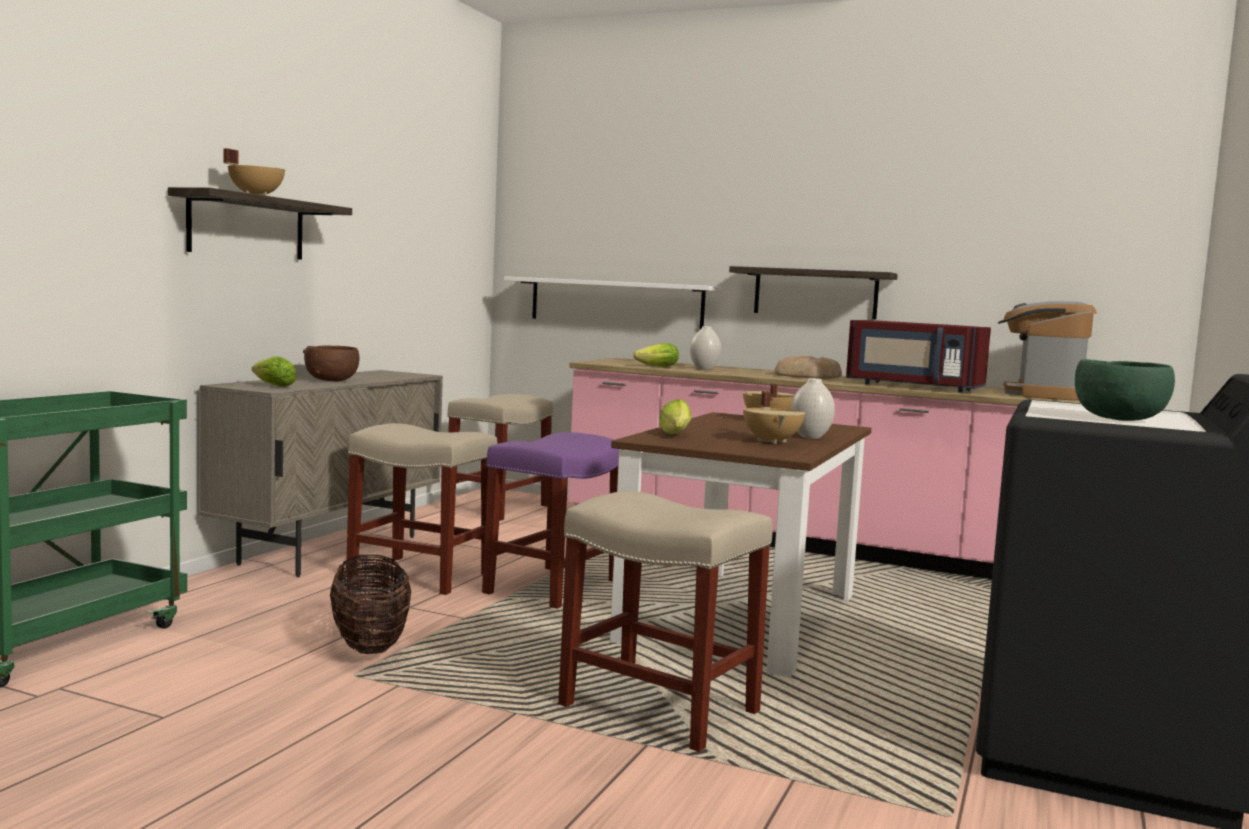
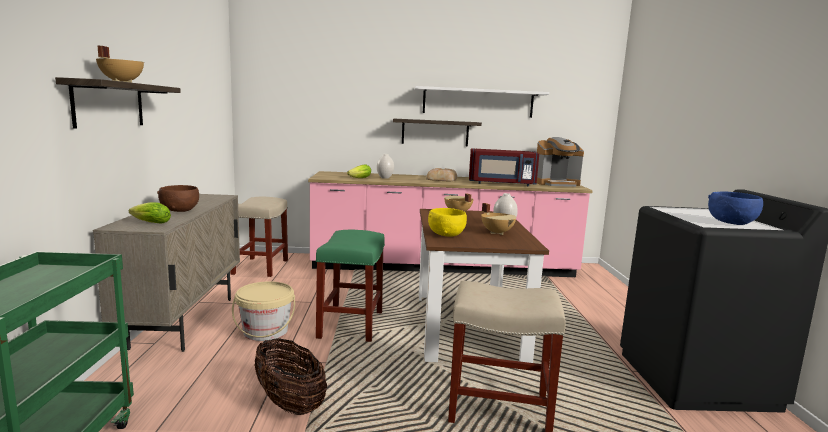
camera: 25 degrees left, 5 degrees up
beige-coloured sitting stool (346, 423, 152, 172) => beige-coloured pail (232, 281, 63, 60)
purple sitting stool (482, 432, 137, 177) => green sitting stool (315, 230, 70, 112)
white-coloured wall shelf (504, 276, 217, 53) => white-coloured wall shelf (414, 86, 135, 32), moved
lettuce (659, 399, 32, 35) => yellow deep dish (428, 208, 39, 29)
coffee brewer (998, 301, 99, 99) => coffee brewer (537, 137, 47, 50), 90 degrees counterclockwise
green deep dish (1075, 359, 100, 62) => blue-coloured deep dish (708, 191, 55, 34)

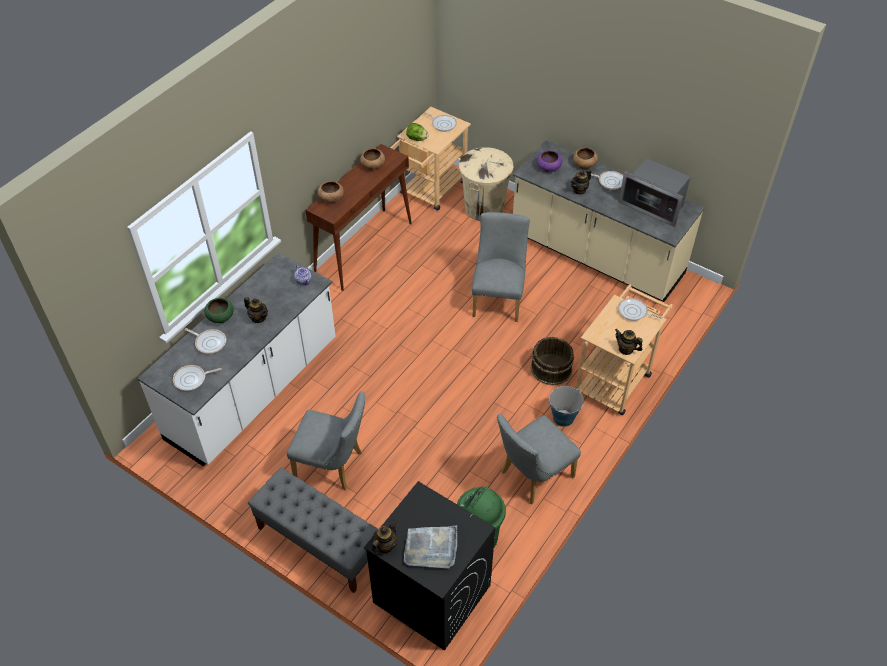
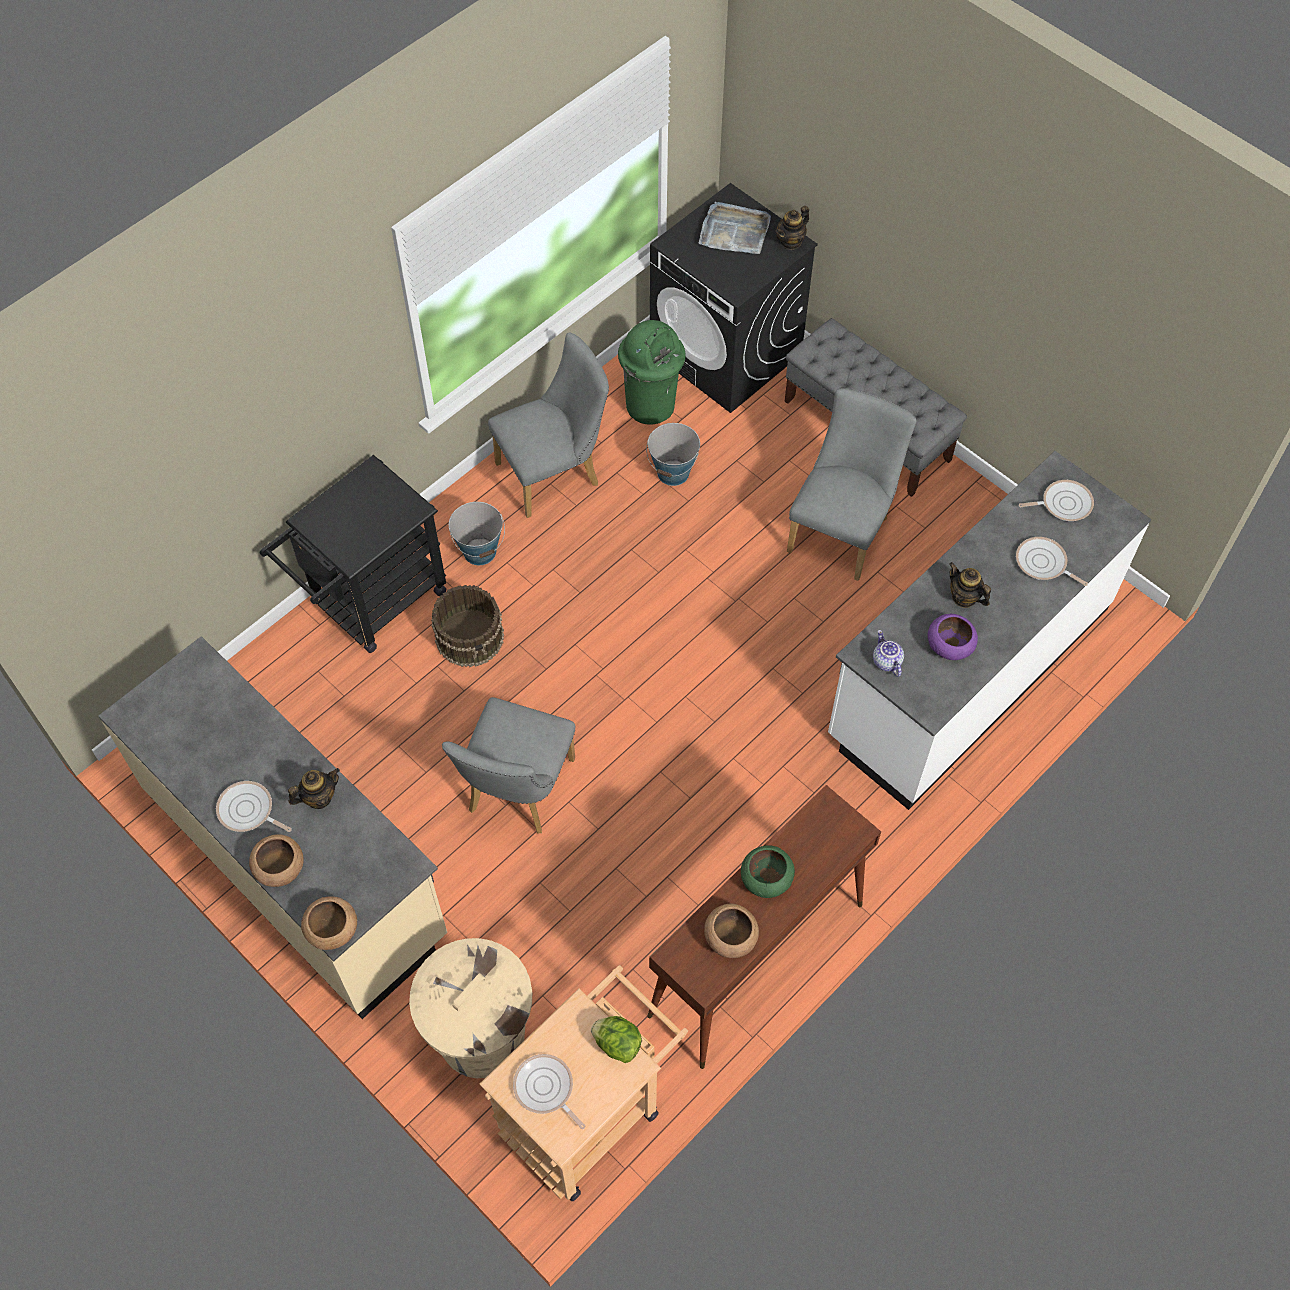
camera: 170 degrees left, 10 degrees up
beige-coloured wheeled cart (575, 284, 98, 131) => black wheeled cart (260, 455, 186, 198)
brown deep dish (318, 181, 26, 22) => brown deep dish (301, 897, 56, 53), moved
nothing => pail (646, 423, 54, 63)
green deep dish (204, 298, 30, 25) => green deep dish (741, 845, 54, 53), moved
gray upright chair (287, 391, 78, 99) => gray upright chair (787, 388, 129, 193), 90 degrees clockwise
purple deep dish (537, 151, 25, 21) => purple deep dish (928, 614, 50, 46), moved
teapot (615, 329, 28, 26) => nothing
skillet (618, 298, 45, 23) => nothing
kitchen microwave (619, 158, 72, 69) => nothing

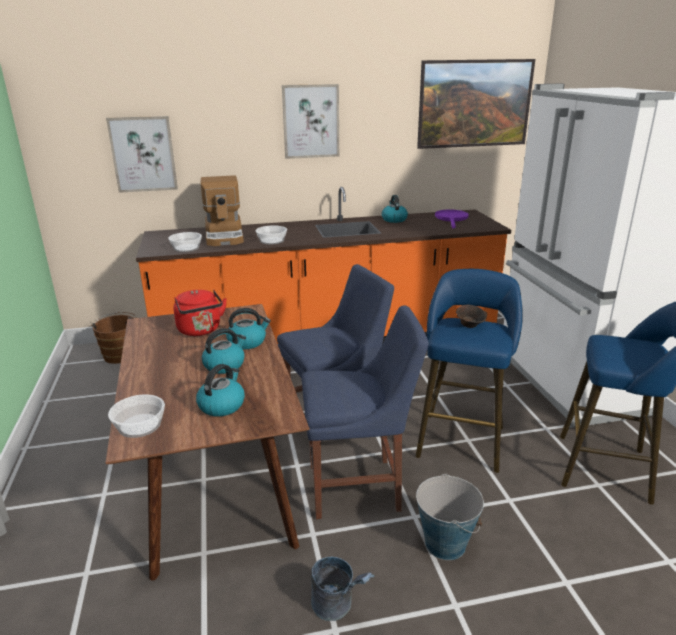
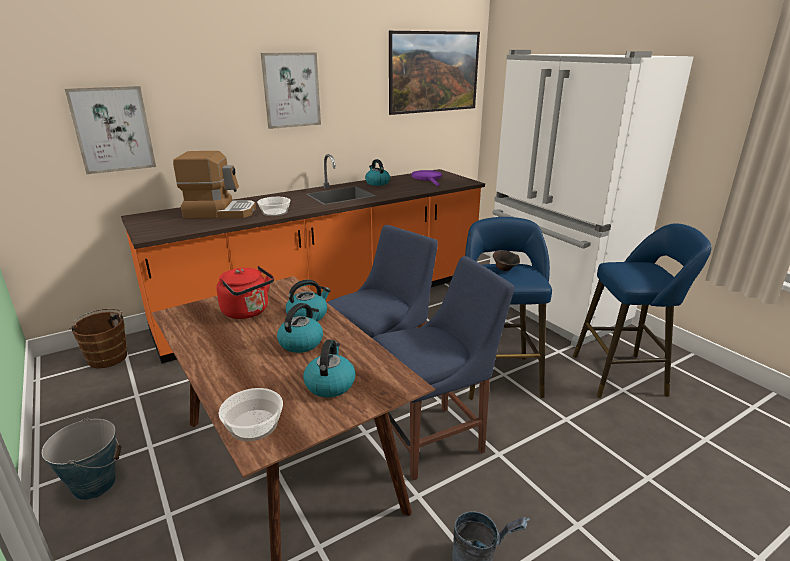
camera: 20 degrees left, 0 degrees up
pail (416, 474, 68, 86) => pail (42, 418, 79, 82), moved
coffee brewer (201, 175, 43, 71) => coffee brewer (173, 151, 83, 68), 60 degrees counterclockwise
deep dish (168, 232, 34, 20) => nothing

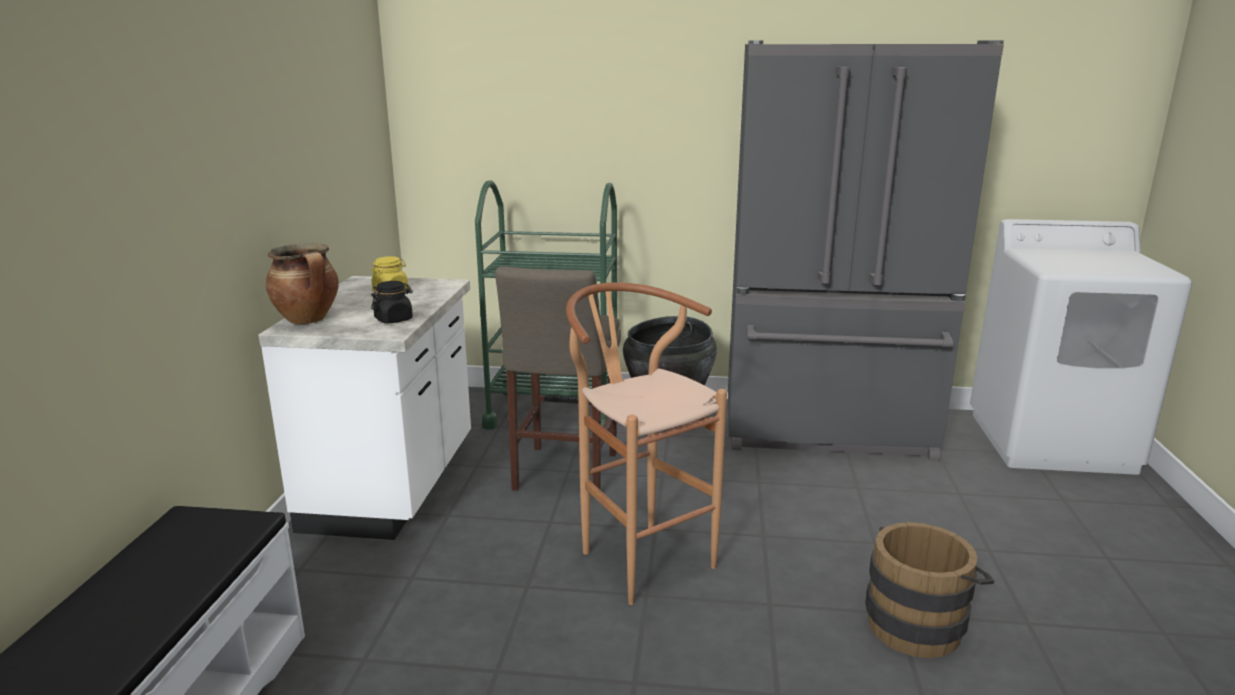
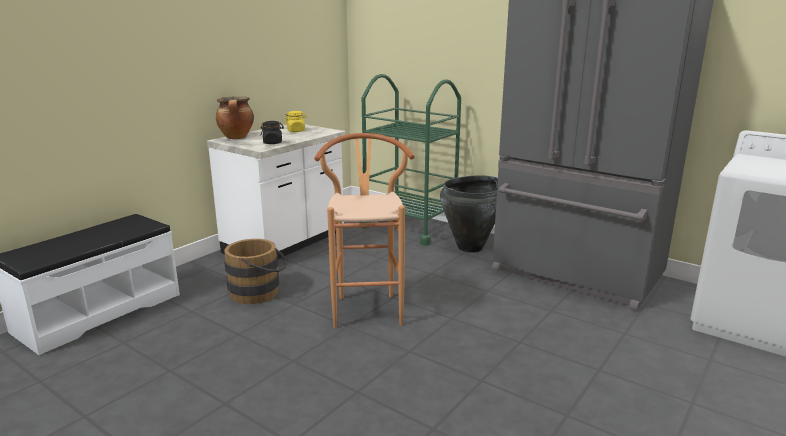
camera: 30 degrees right, 0 degrees up
brown pail (865, 522, 129, 136) => brown pail (224, 239, 63, 65), moved
beige-coloured sitting stool (495, 266, 126, 232) => nothing

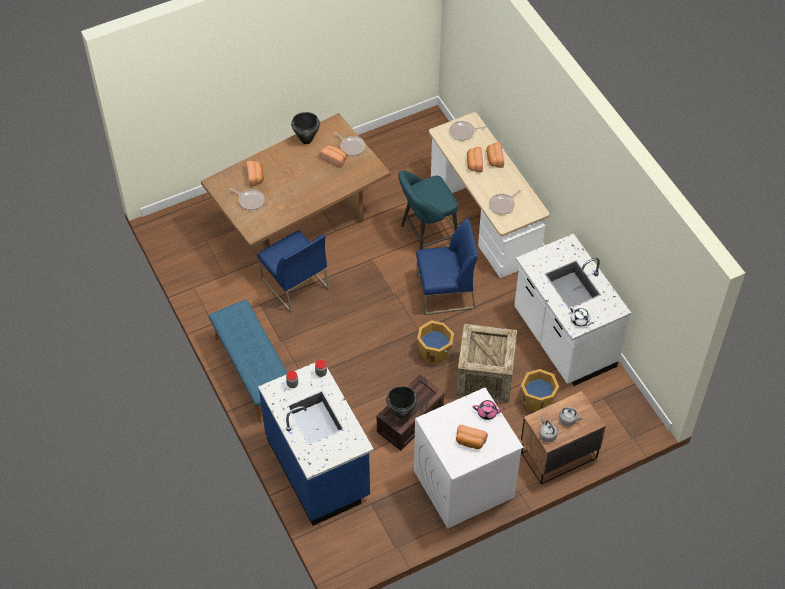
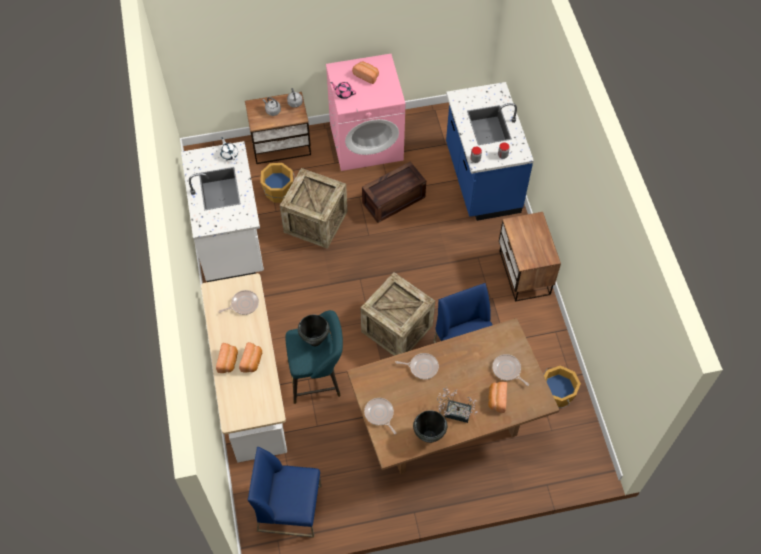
camera: 165 degrees left, 5 degrees up
blue-coloured upright chair (416, 218, 62, 97) => blue-coloured upright chair (248, 447, 73, 91), moved
black cooking pot (386, 386, 31, 33) => black cooking pot (298, 315, 32, 31), moved
white-coloured laundry machine (414, 388, 109, 141) => pink-coloured laundry machine (326, 54, 79, 117)
nothing => shipping crate (361, 272, 74, 84)
skillet (450, 121, 37, 19) => skillet (396, 353, 43, 26), moved
nothing => houseplant (437, 387, 41, 36)
blue-coloured bench (208, 300, 79, 123) => night table (499, 212, 62, 89)
orangey pail (417, 320, 37, 44) => orangey pail (543, 365, 38, 43), moved
bakery bread (319, 145, 28, 23) => nothing

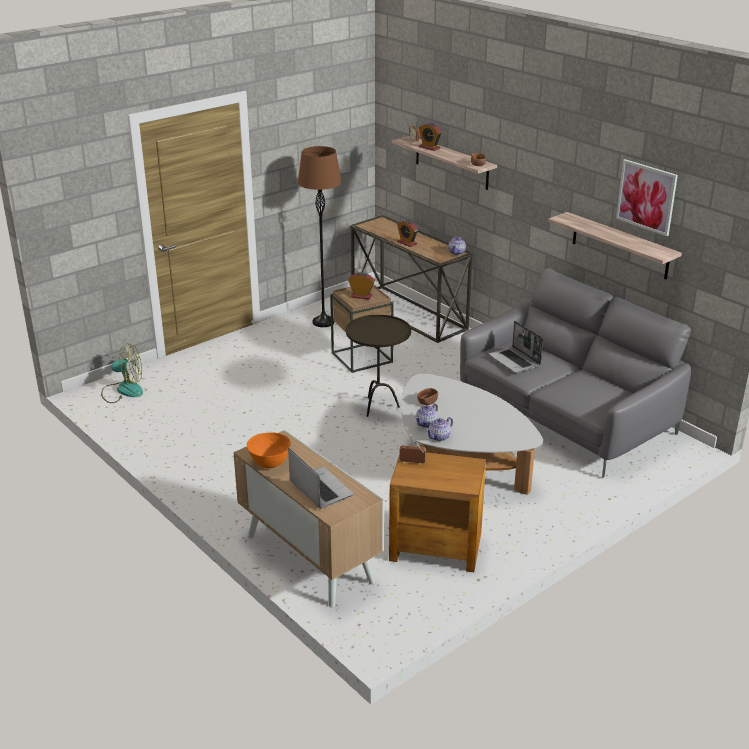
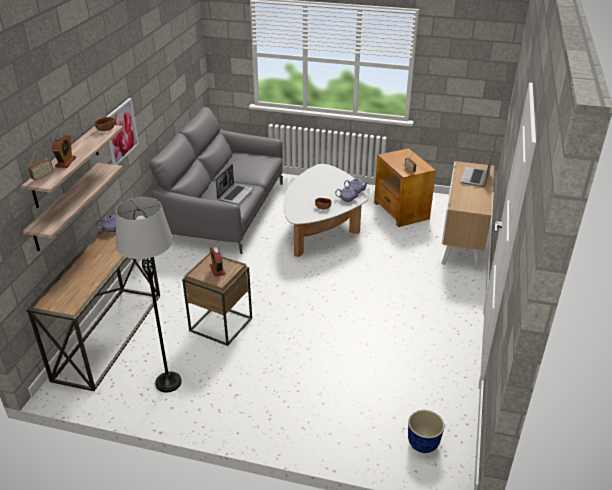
camera: 125 degrees left, 5 degrees up
wall shelf (548, 212, 134, 67) => wall shelf (23, 163, 100, 88), moved
wall picture (616, 159, 62, 77) => wall picture (106, 98, 33, 67), moved
brown standing lamp (298, 146, 44, 181) => gray standing lamp (116, 197, 66, 196)
cooling fan (101, 343, 42, 60) => planter (408, 410, 36, 43)
orangey deep dish (247, 432, 44, 36) => nothing
brown accent table (346, 315, 65, 102) => nothing
alarm clock (397, 220, 21, 27) => nothing

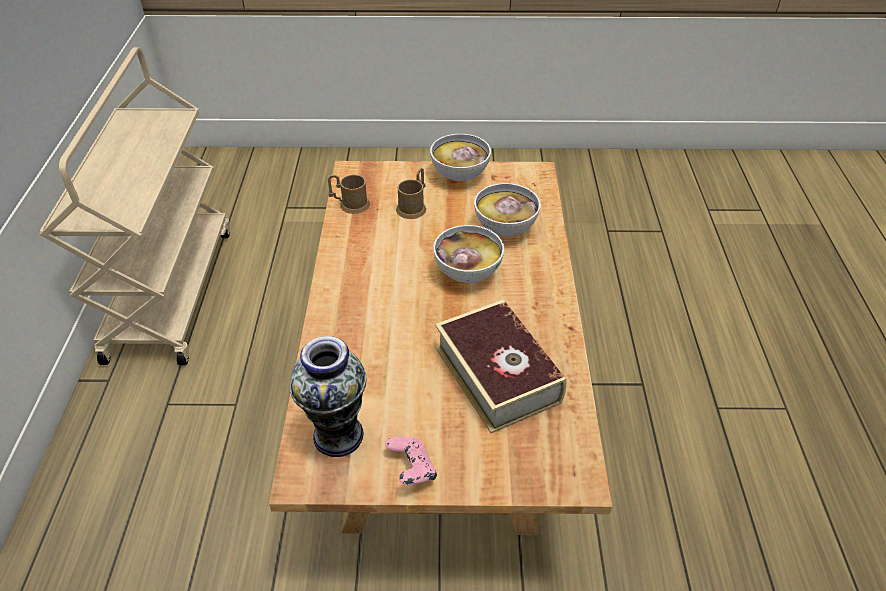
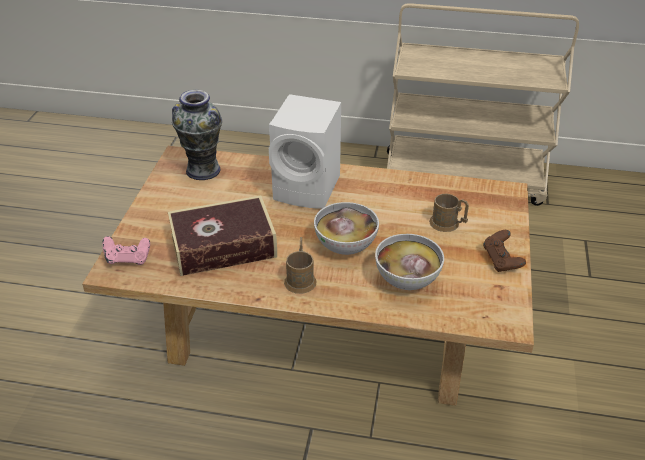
camera: 100 degrees right, 5 degrees down
pink-coloured game controller (385, 437, 52, 48) => pink-coloured game controller (102, 236, 48, 29), moved
nothing => white-coloured audio speaker (269, 94, 72, 115)
brown mug (328, 175, 42, 39) => brown mug (284, 237, 32, 57), moved
deep dish (430, 134, 61, 47) => brown game controller (483, 230, 43, 42)

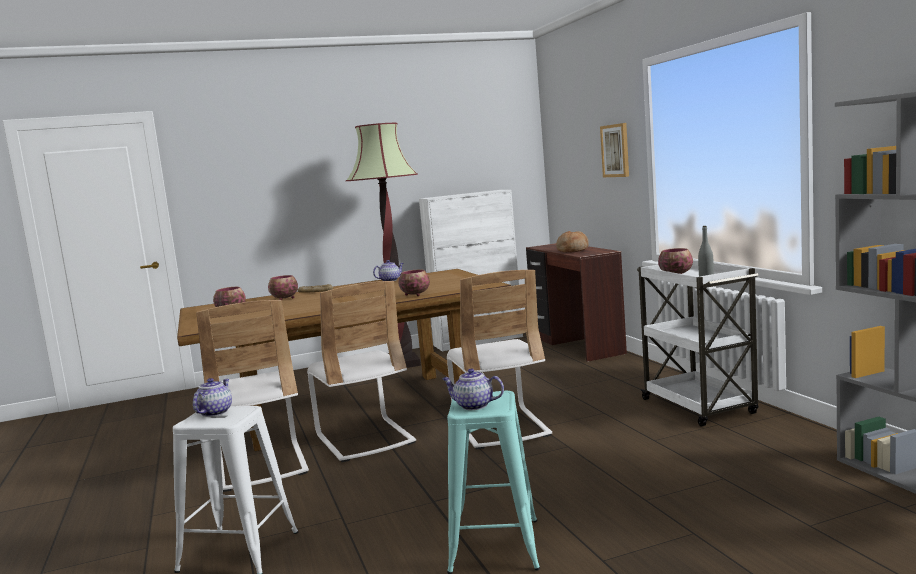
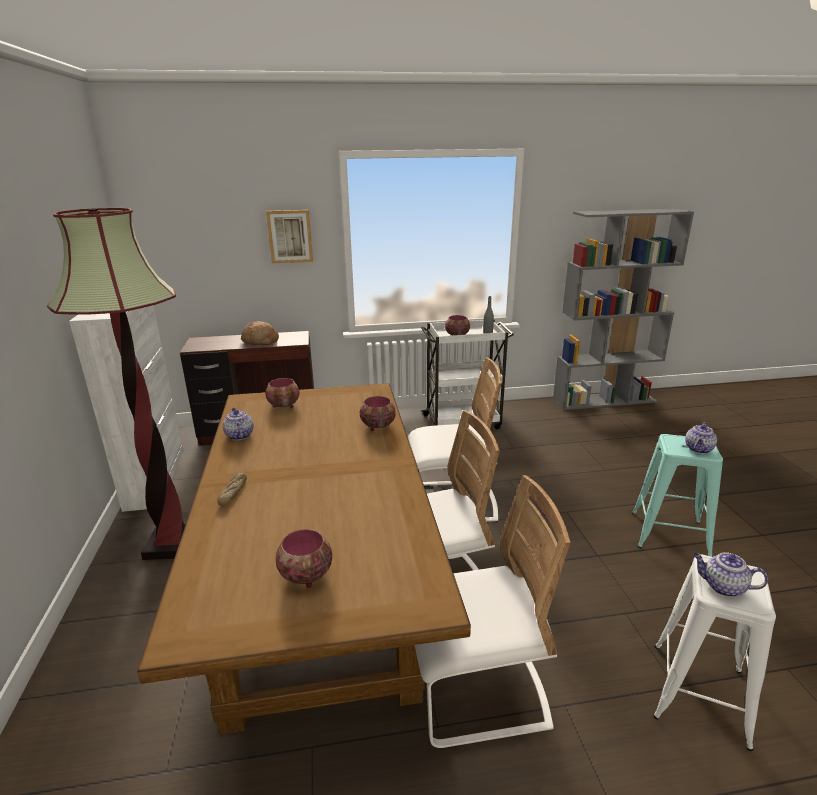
camera: 80 degrees left, 15 degrees up
deep dish (268, 275, 30, 25) => deep dish (265, 378, 35, 30), moved

